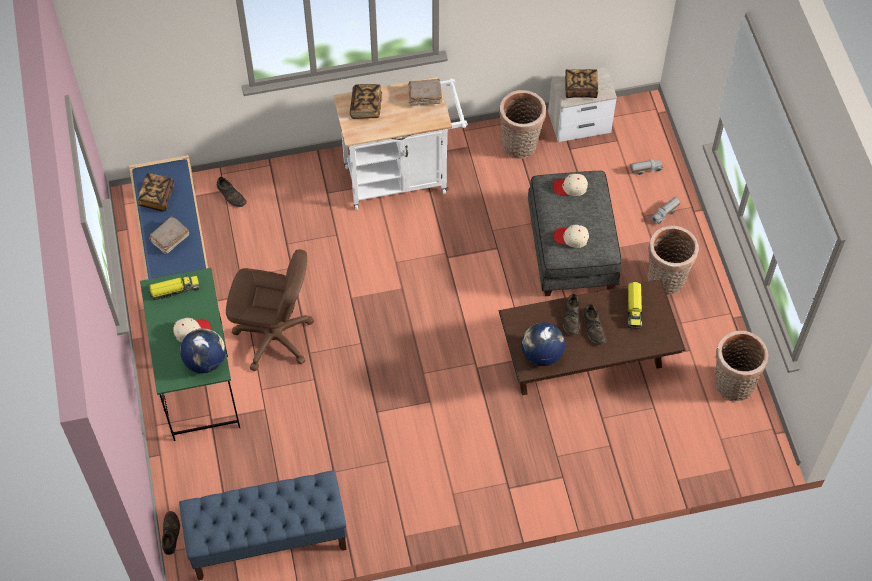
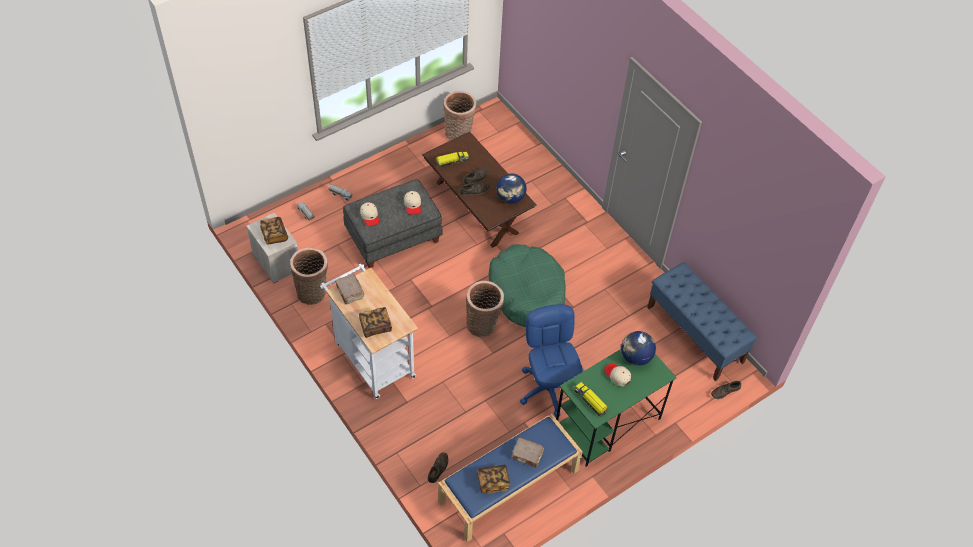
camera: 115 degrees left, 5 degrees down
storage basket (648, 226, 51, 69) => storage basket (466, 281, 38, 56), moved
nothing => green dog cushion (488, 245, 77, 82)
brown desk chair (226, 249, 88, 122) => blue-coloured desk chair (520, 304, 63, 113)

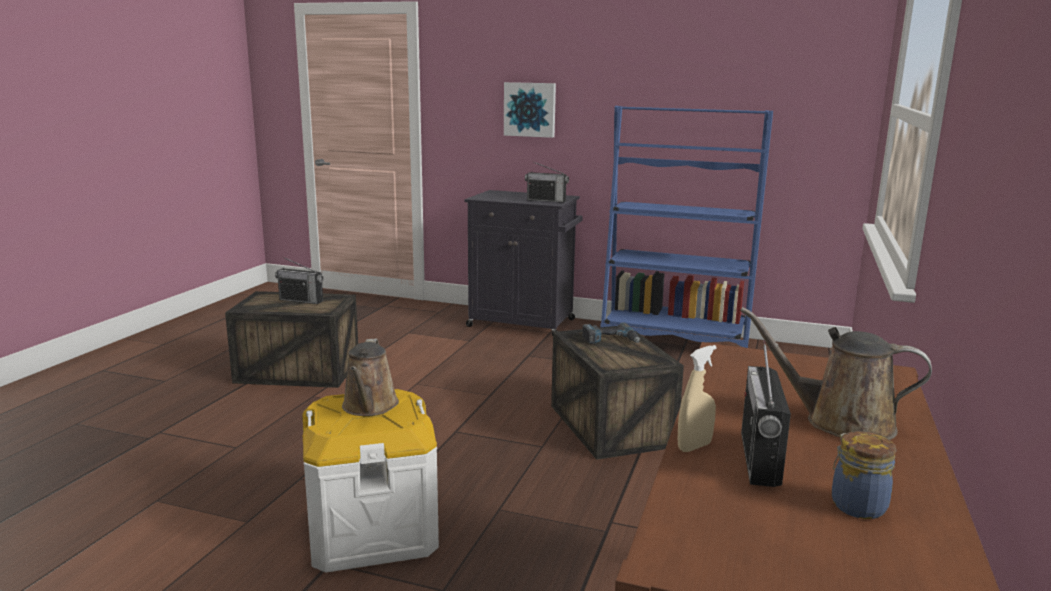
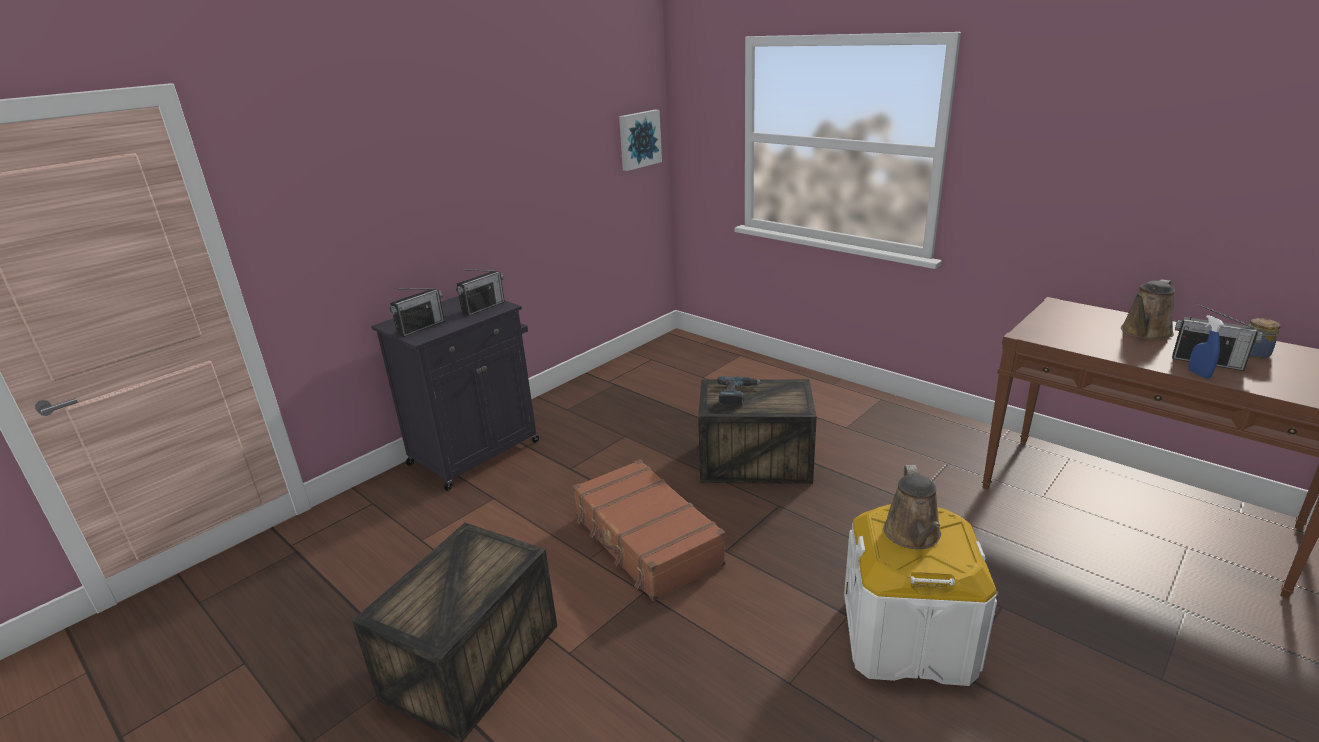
camera: 65 degrees left, 10 degrees up
radio (275, 257, 49, 47) => radio (389, 288, 55, 49), moved
nothing => brown travel case (573, 459, 152, 142)
wall picture (504, 82, 52, 56) => wall picture (619, 110, 43, 61), moved
brown watering can (342, 338, 57, 78) => brown watering can (883, 465, 58, 84), 75 degrees clockwise
beige-coloured sprayer (678, 345, 39, 107) => blue-coloured sprayer (1188, 315, 36, 64)
blue-coloured bookcase (600, 106, 173, 242) => nothing

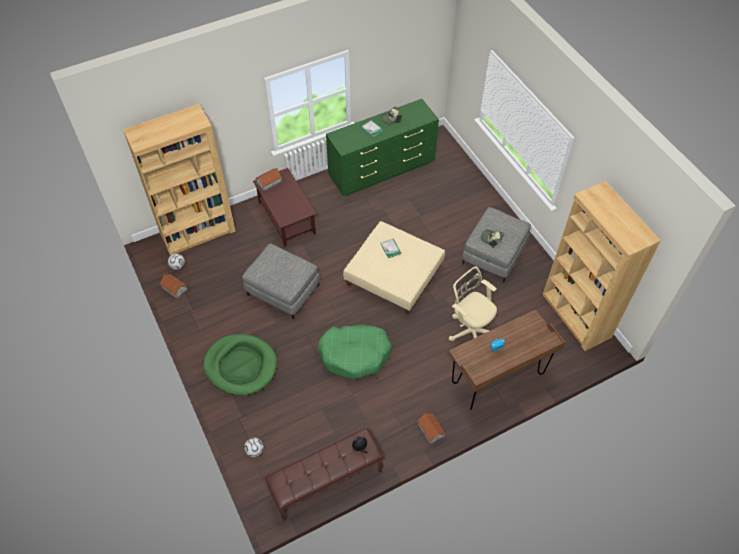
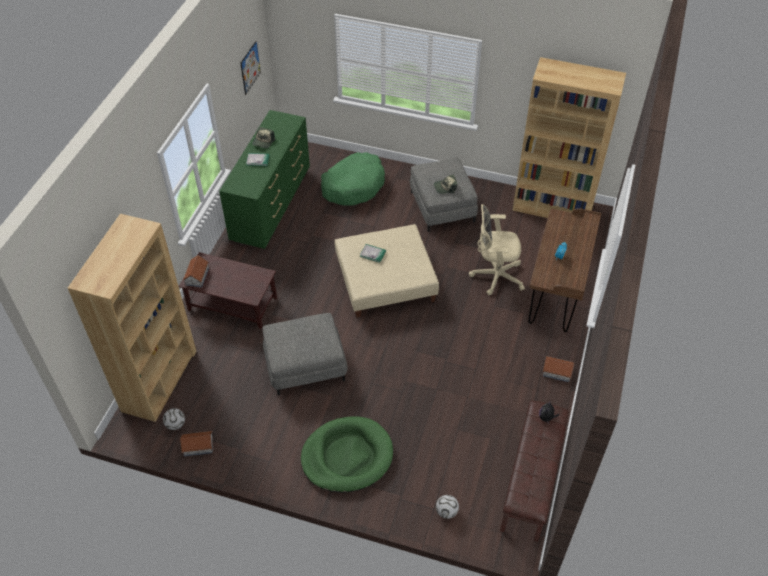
camera: 45 degrees left, 5 degrees down
nothing => wall picture (240, 41, 21, 54)
green dog cushion (318, 325, 74, 54) => green dog cushion (321, 152, 64, 54), moved

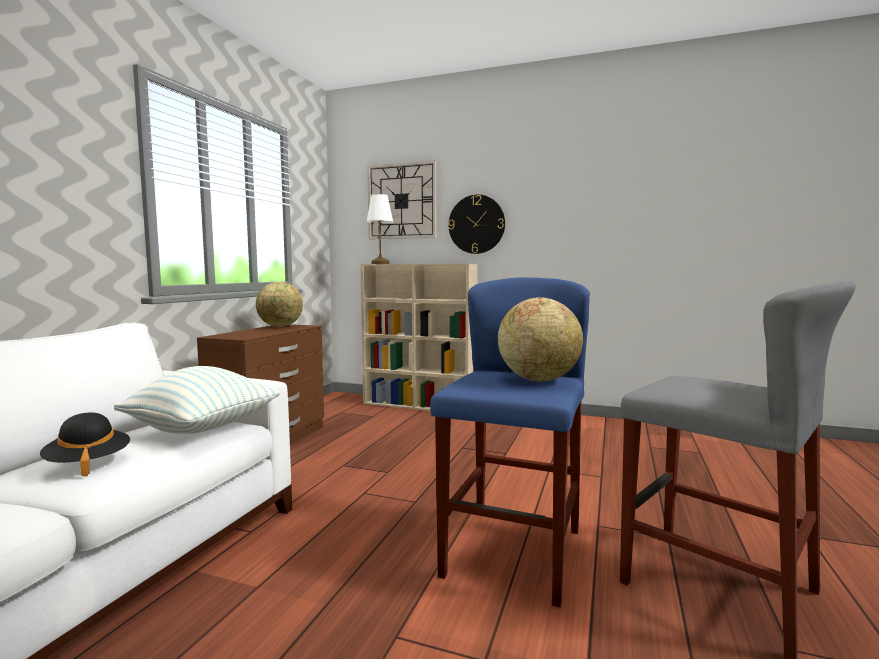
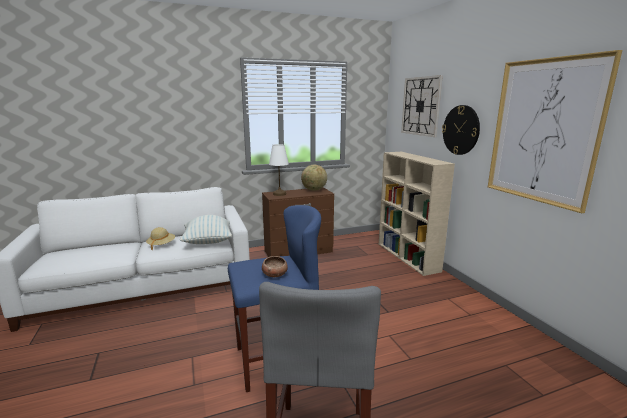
camera: 50 degrees right, 10 degrees up
black hat (40, 413, 90, 64) => beige-coloured hat (146, 227, 29, 23)
desk globe (498, 297, 85, 85) => deep dish (262, 256, 26, 21)
white-coloured tabletop lamp (366, 194, 27, 70) => white-coloured tabletop lamp (269, 144, 20, 52), moved
nothing => wall picture (488, 50, 134, 163)

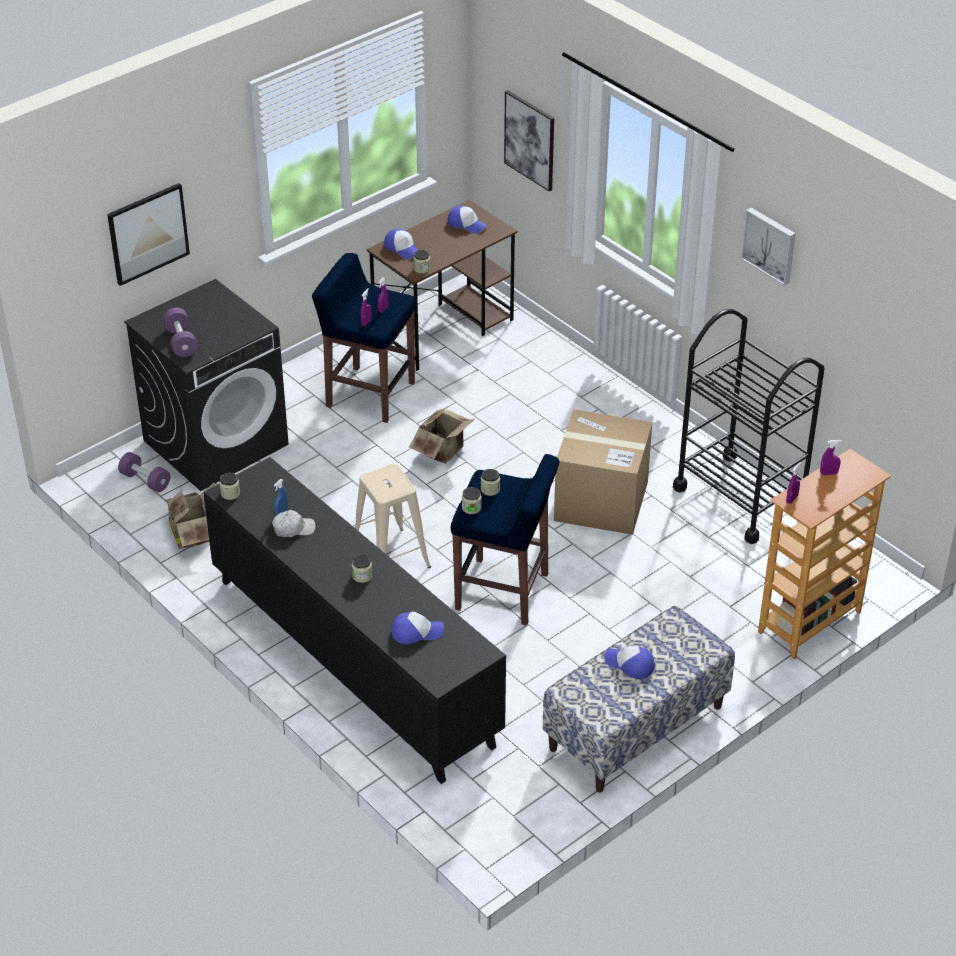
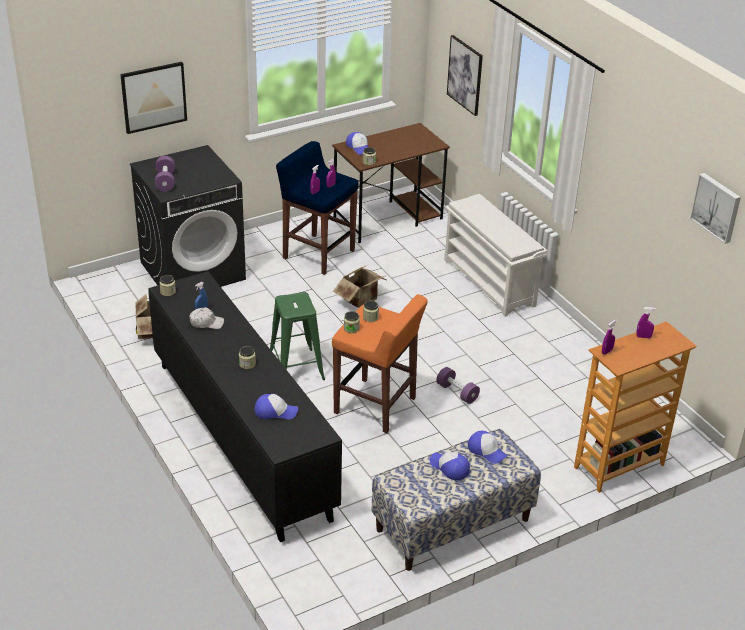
camera: 10 degrees right, 5 degrees down
beige-coloured sitting stool (355, 464, 76, 104) => green sitting stool (270, 292, 55, 88)
blue-coloured sitting stool (451, 454, 108, 172) => orangey sitting stool (332, 294, 96, 139)
purple dumbbell (118, 452, 52, 40) => purple dumbbell (436, 367, 44, 37), moved
nothing => white-coloured shoe shelf (444, 194, 104, 123)
peaked cap (448, 205, 39, 29) => peaked cap (468, 431, 39, 33), moved
wall picture (741, 207, 55, 78) => wall picture (690, 173, 51, 71), moved
carton (554, 409, 98, 126) => nothing
black wheeled cart (673, 309, 152, 235) => nothing

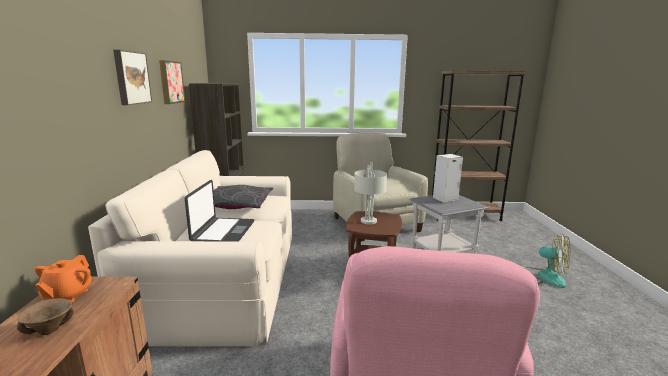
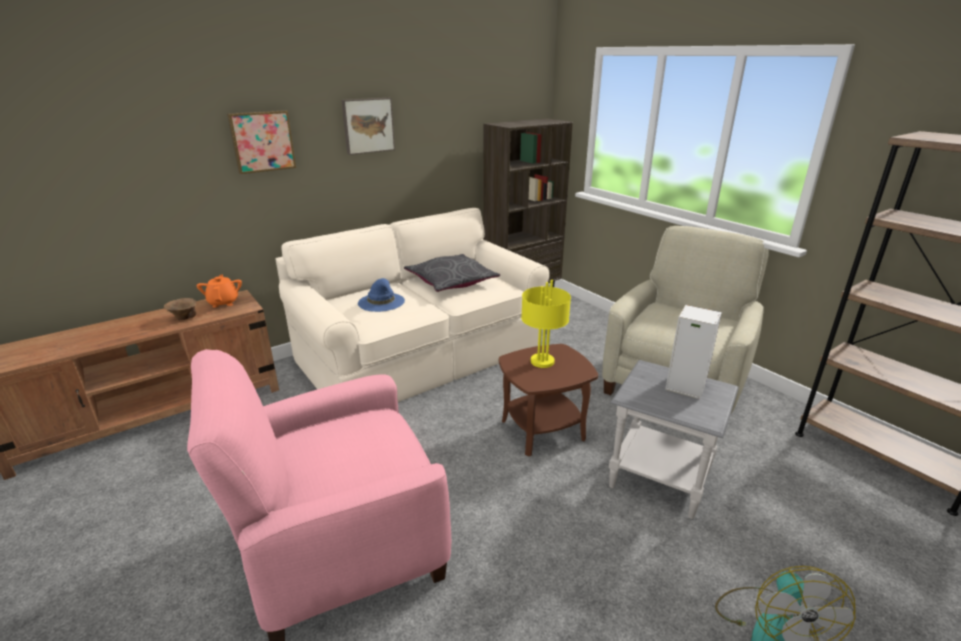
camera: 55 degrees right, 10 degrees up
orangey teapot (35, 255, 57, 47) => orangey teapot (197, 275, 45, 33), 105 degrees clockwise
wall picture (159, 60, 26, 44) => wall picture (227, 110, 69, 64), moved
portable computer (185, 180, 69, 62) => blue-coloured hat (358, 278, 47, 34)
gray tabletop lamp (354, 162, 33, 62) => yellow tabletop lamp (521, 280, 50, 88)

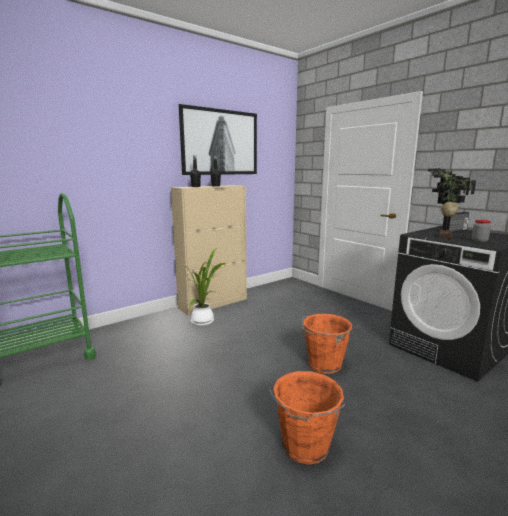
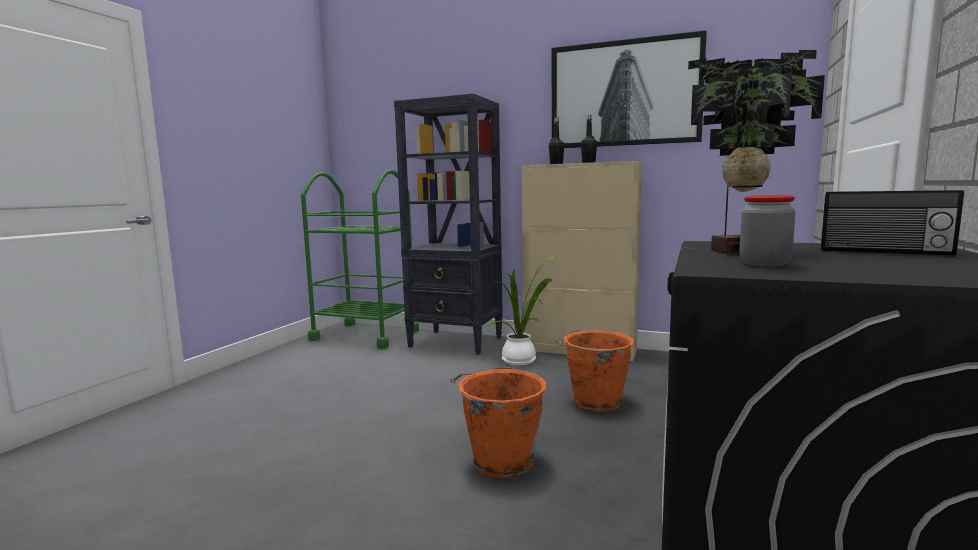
camera: 60 degrees right, 5 degrees down
nothing => black bookcase (394, 93, 109, 262)
orangey pail (269, 371, 76, 94) => orangey pail (556, 330, 78, 82), moved

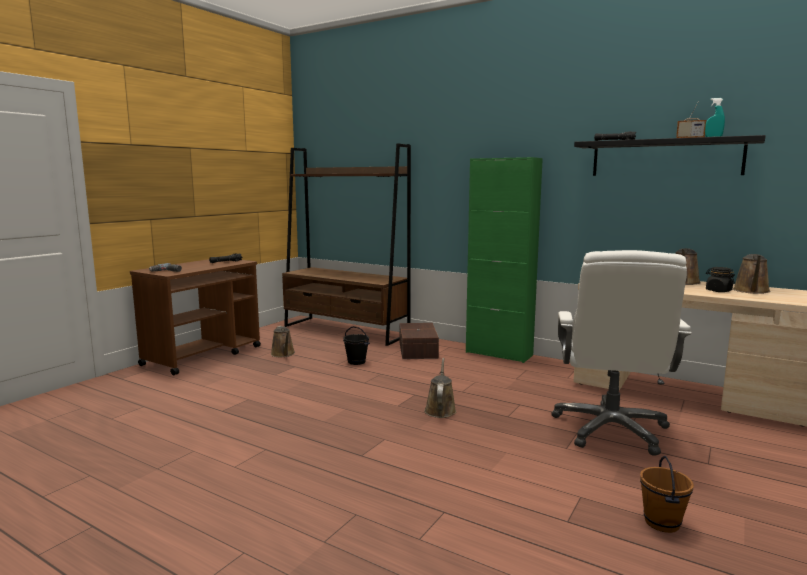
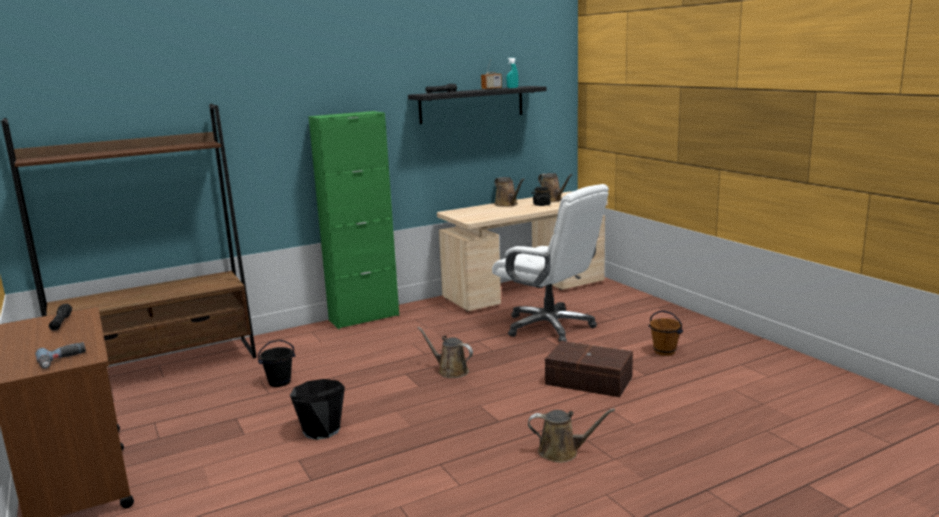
camera: 60 degrees left, 5 degrees up
nothing => black pail (290, 379, 55, 61)
brown watering can (271, 326, 24, 31) => brown watering can (528, 408, 87, 55), moved
brown storage container (399, 323, 40, 36) => brown storage container (545, 341, 88, 56), moved

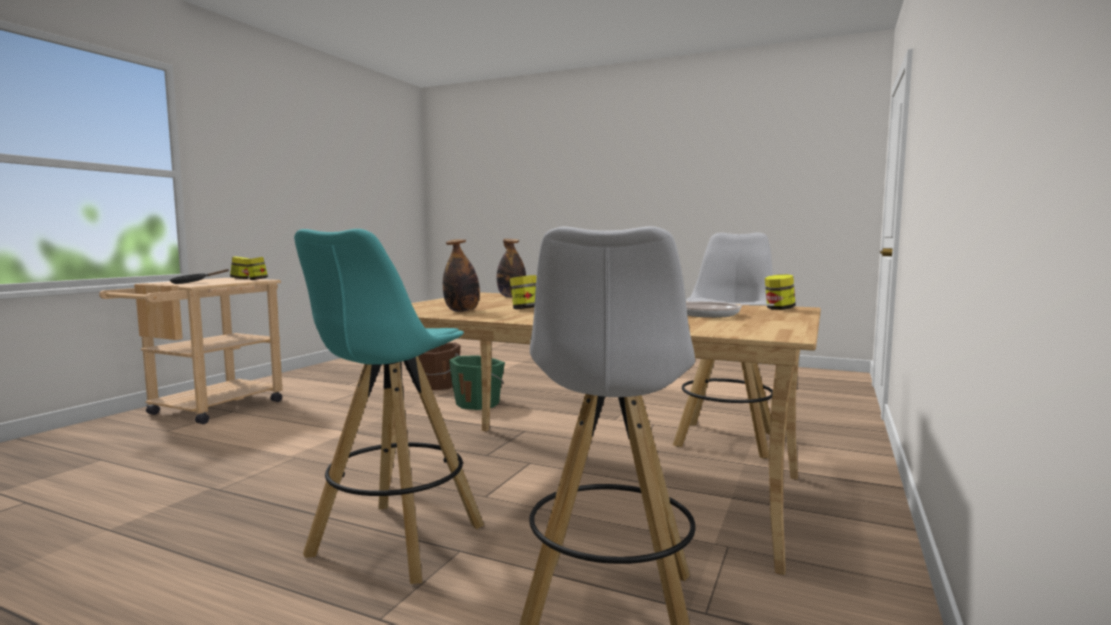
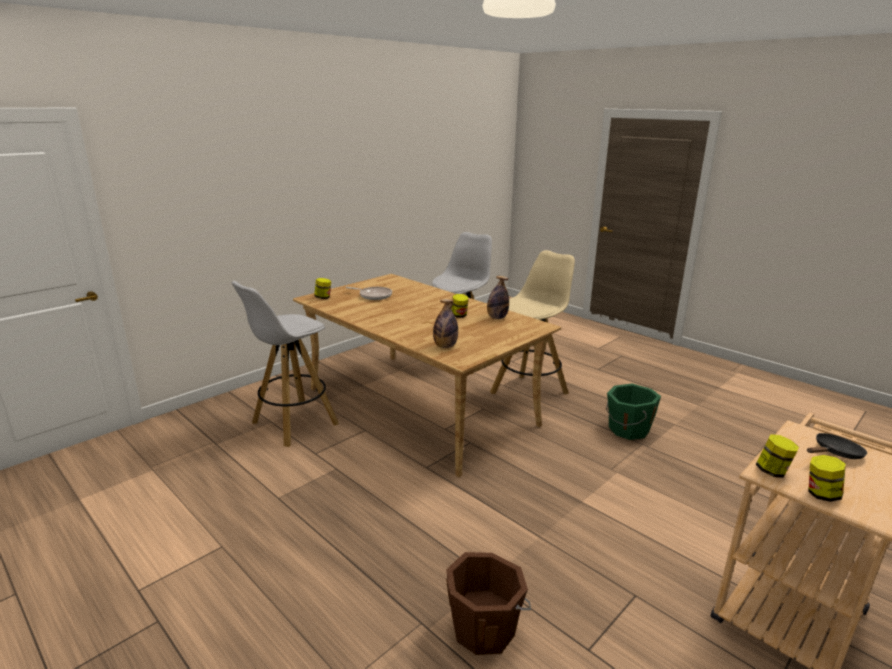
camera: 160 degrees left, 15 degrees up
blue-green sitting stool (294, 229, 190, 355) => beige-coloured sitting stool (490, 250, 85, 155)
green pail (449, 355, 56, 55) => green pail (606, 384, 55, 56), moved

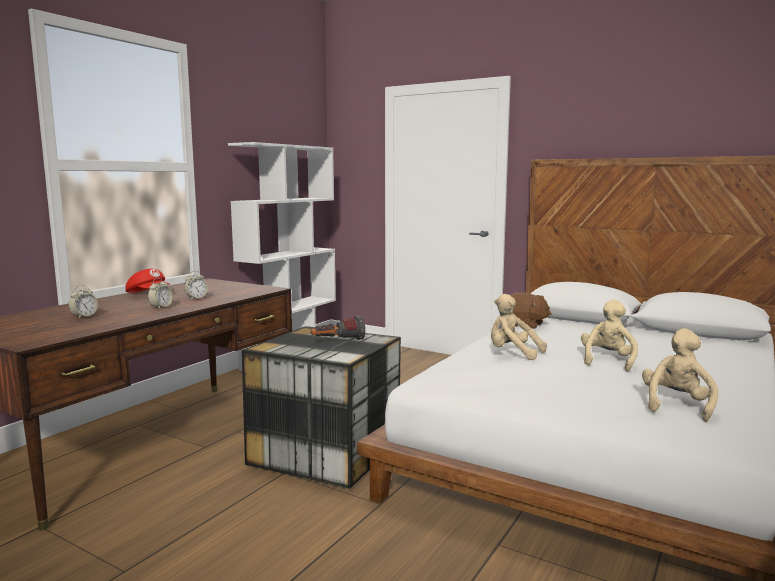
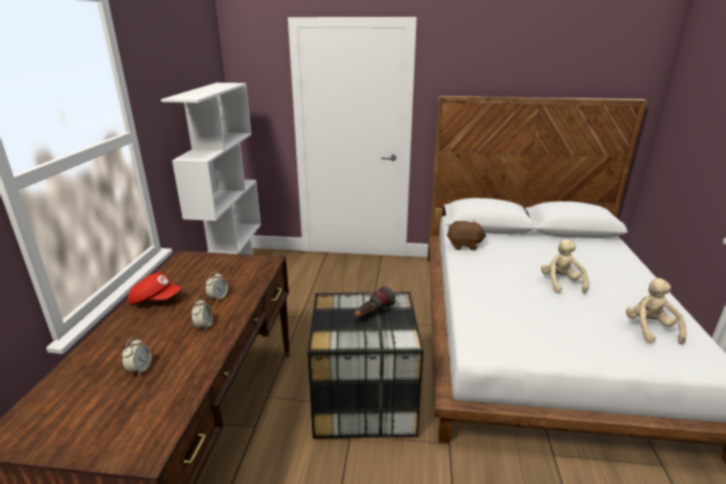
camera: 25 degrees left, 15 degrees up
beige-coloured plush toy (491, 294, 56, 66) => nothing

